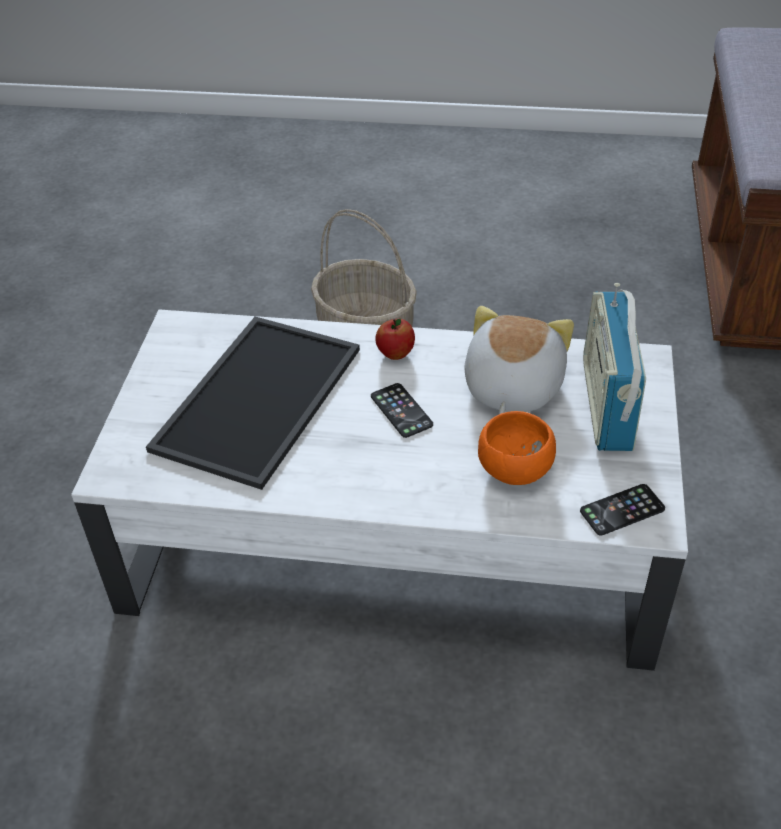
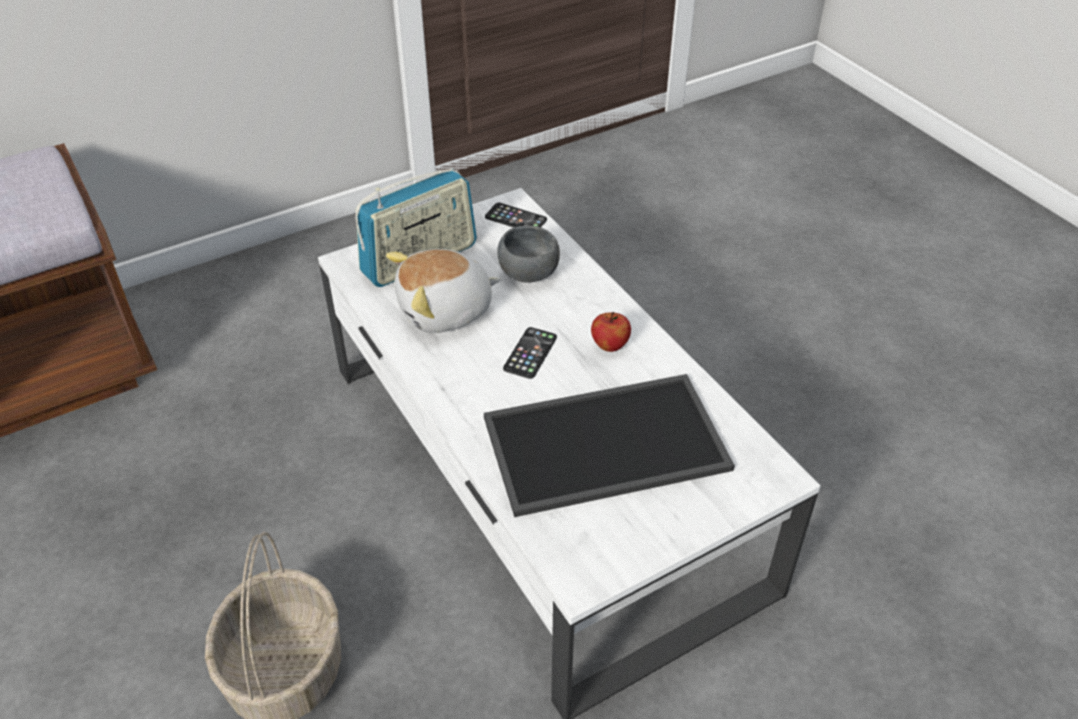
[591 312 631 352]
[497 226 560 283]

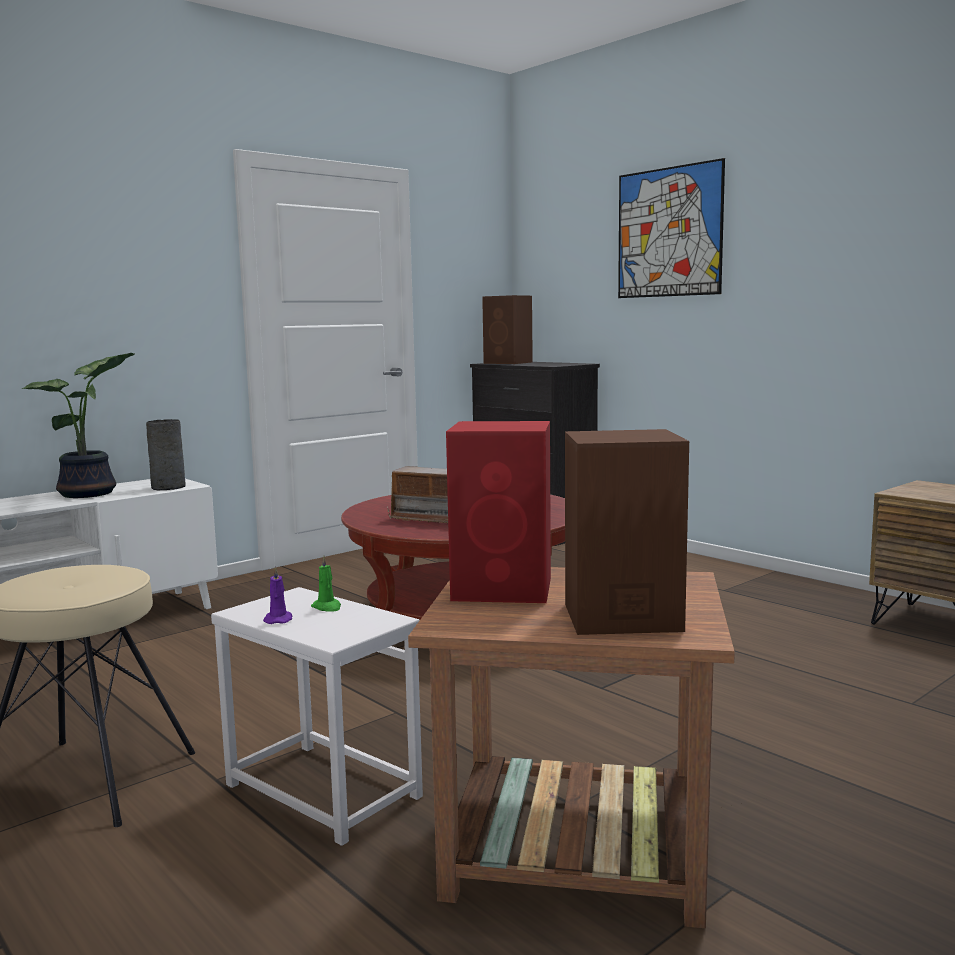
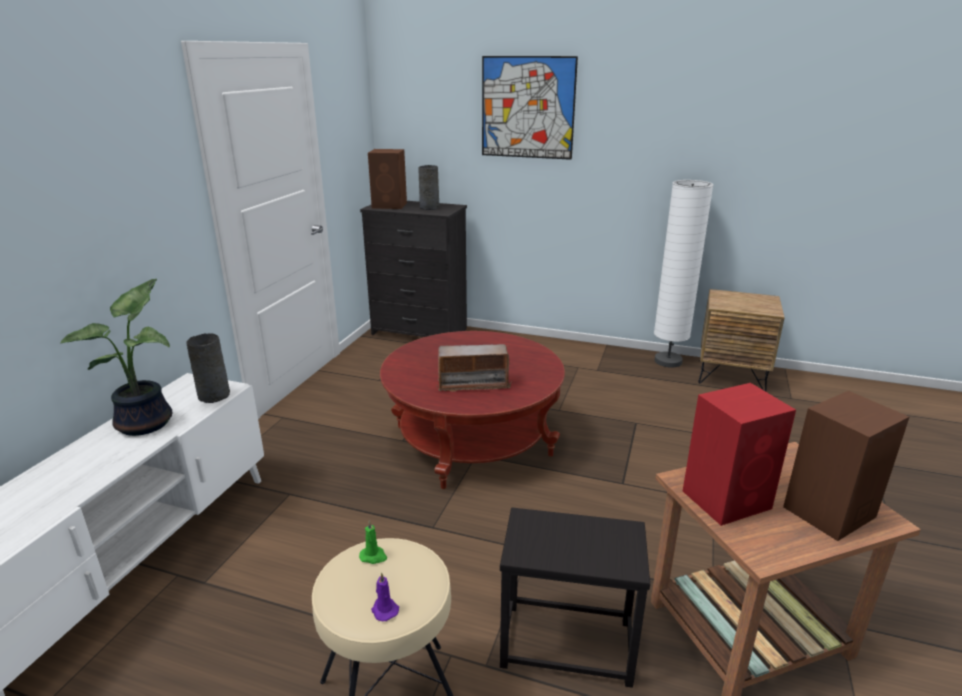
[359 520 387 564]
[371 572 399 621]
[500 507 650 688]
[418 165 440 210]
[654 180 713 368]

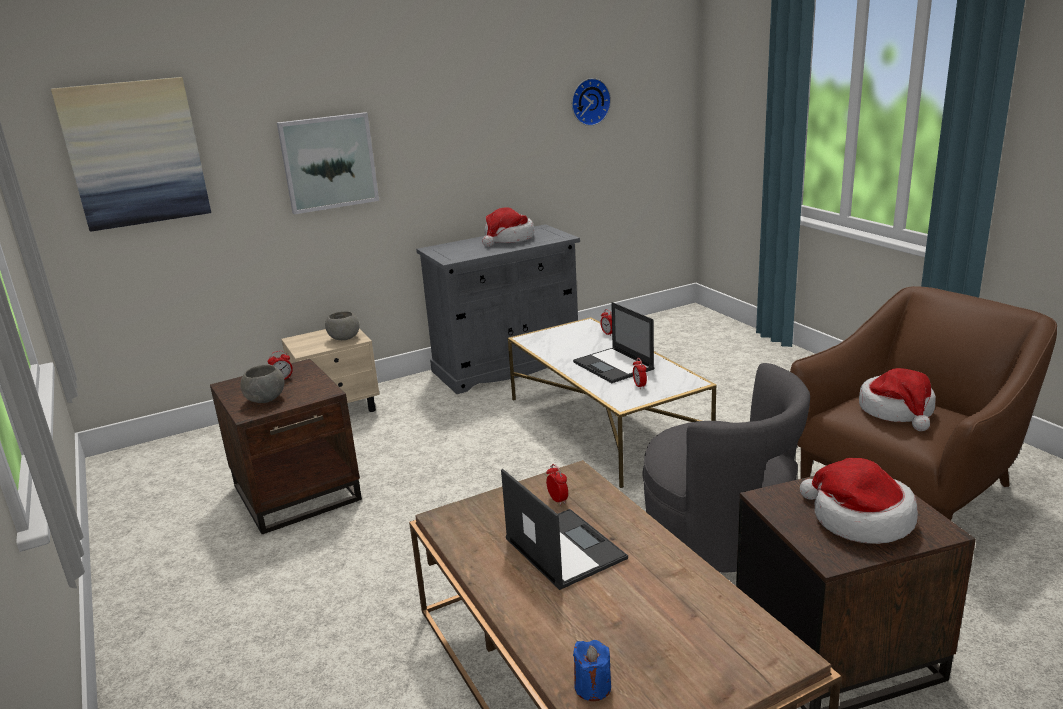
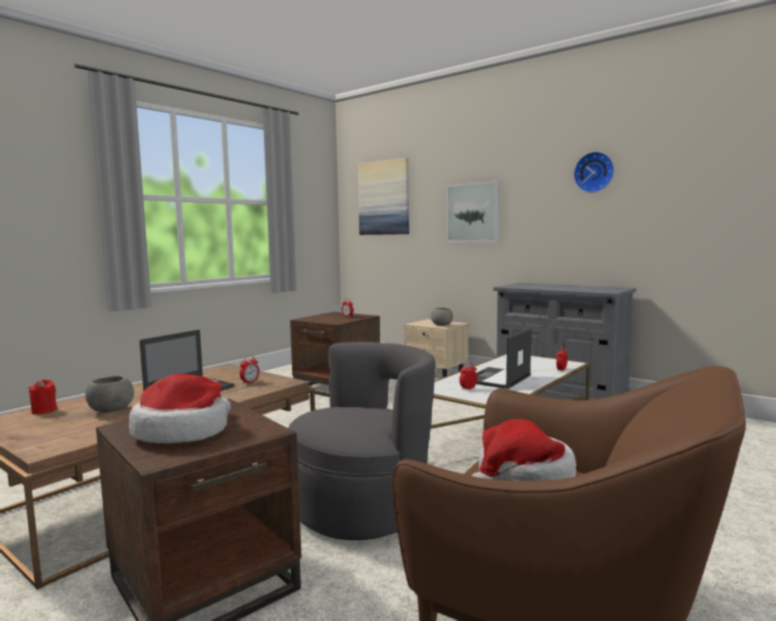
[574 152 614 193]
[482 207 534 247] (first image)
[289 342 435 540]
[85 376 134 413]
[28 379 57 415]

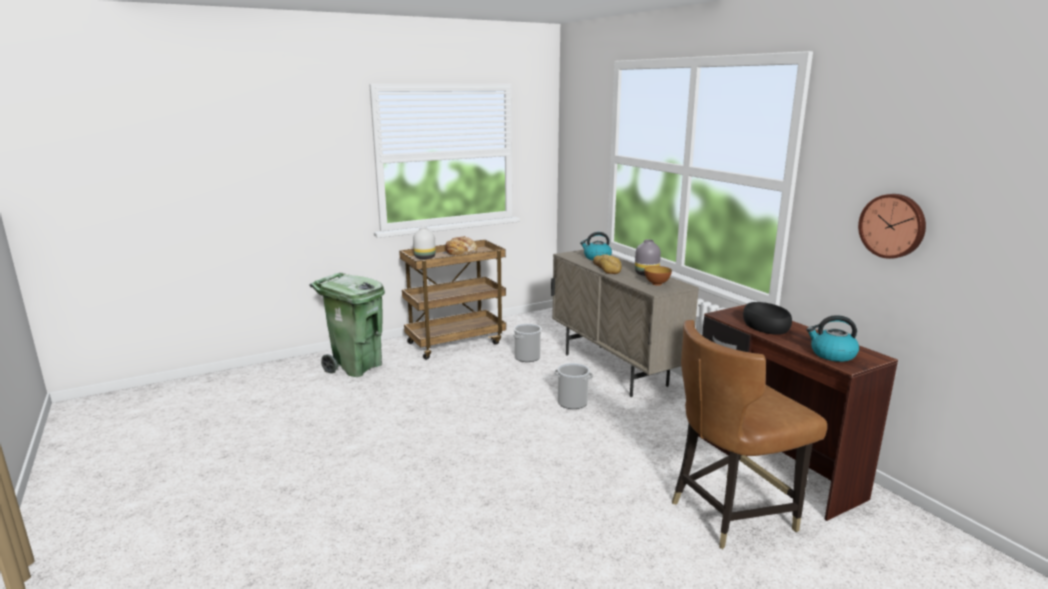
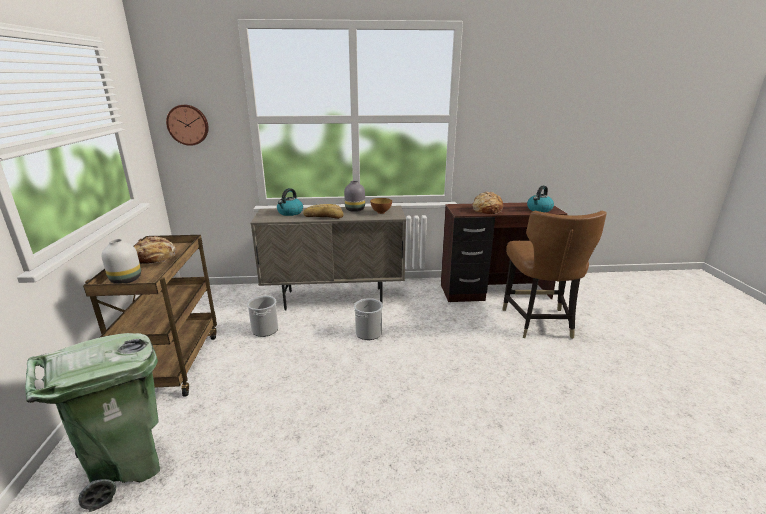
[166 105 209 146]
[473 191 503 214]

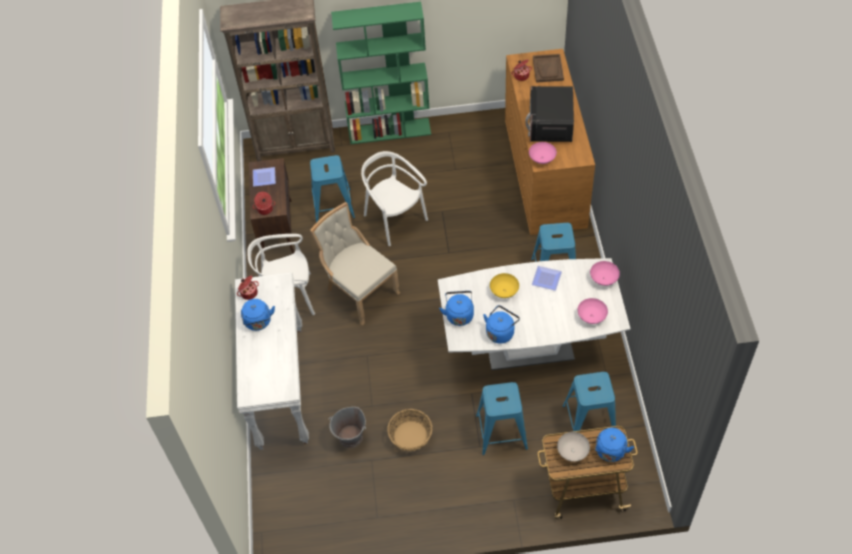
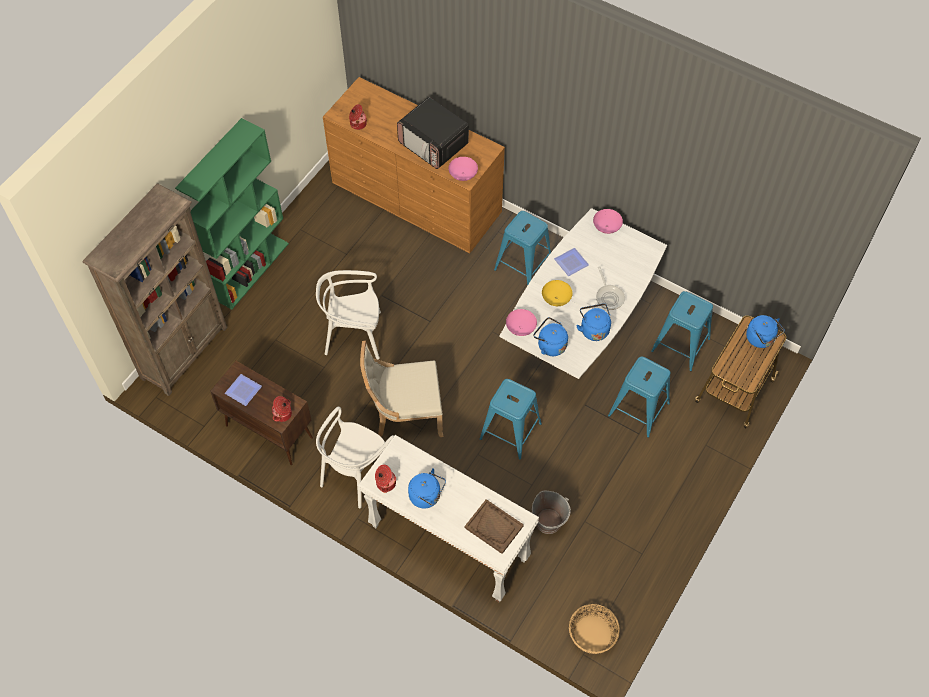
[465 499 524 554]
[480 379 542 460]
[506 309 537 336]
[569 604 620 654]
[557 432 590 462] (first image)
[596 266 625 310]

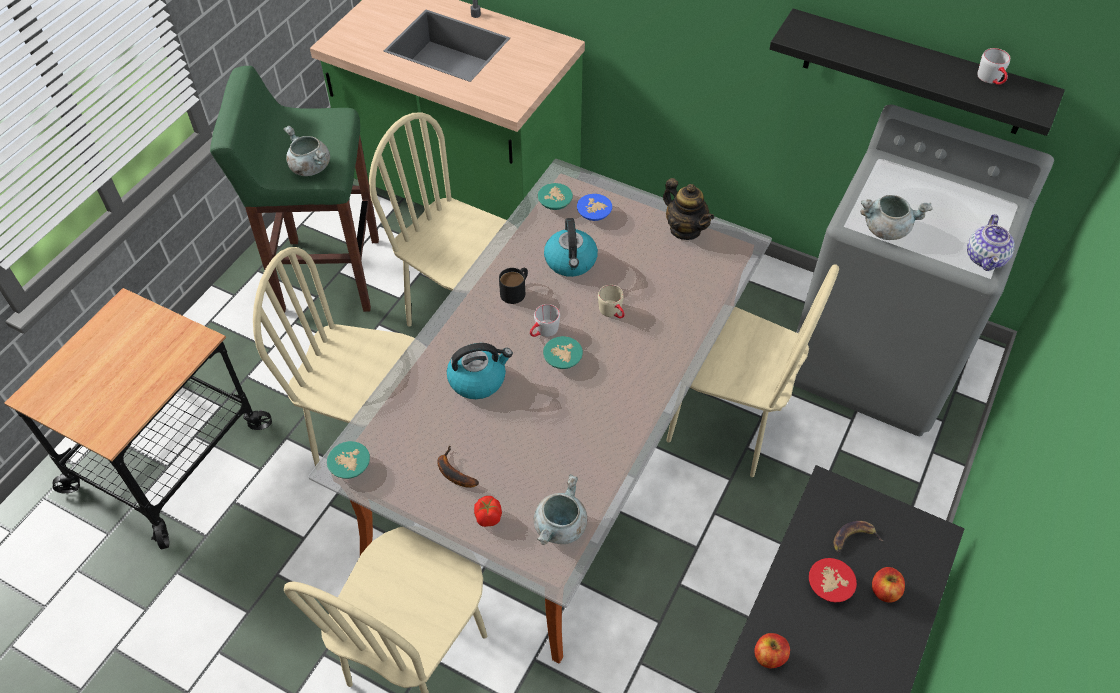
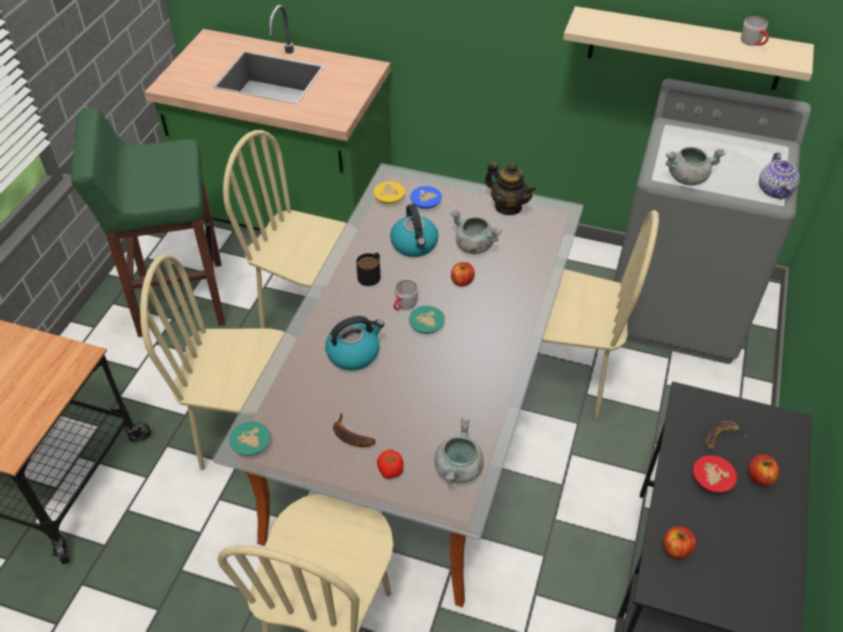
[563 6 814 90]
[450 210 502 254]
[374 181 405 204]
[451 262 475 287]

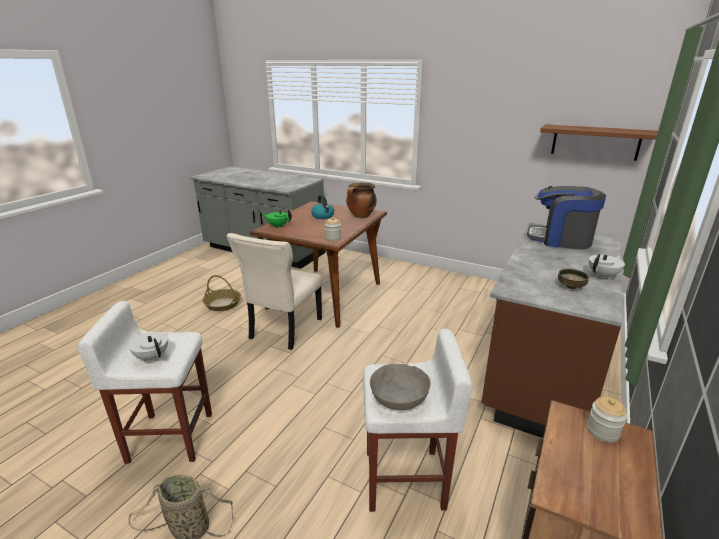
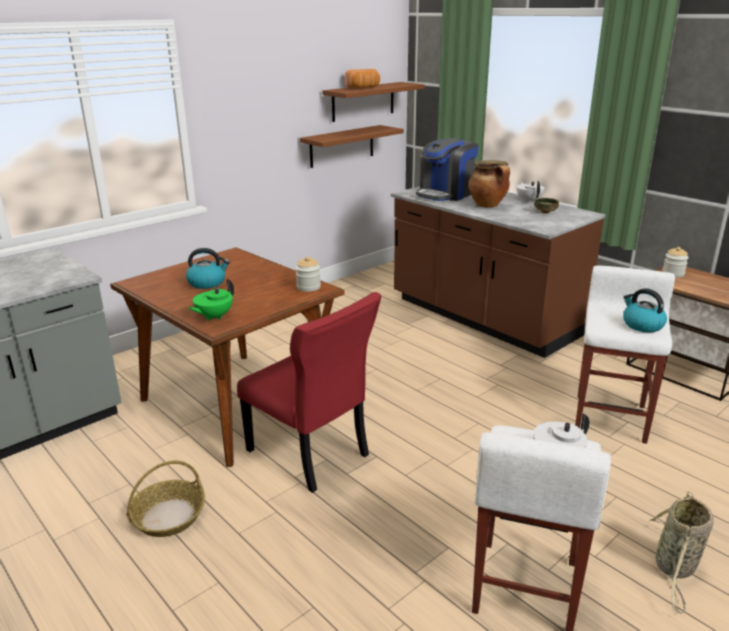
[469 160 510 208]
[237 292 381 493]
[623 288 667 332]
[345 69 380 88]
[300 125 403 168]

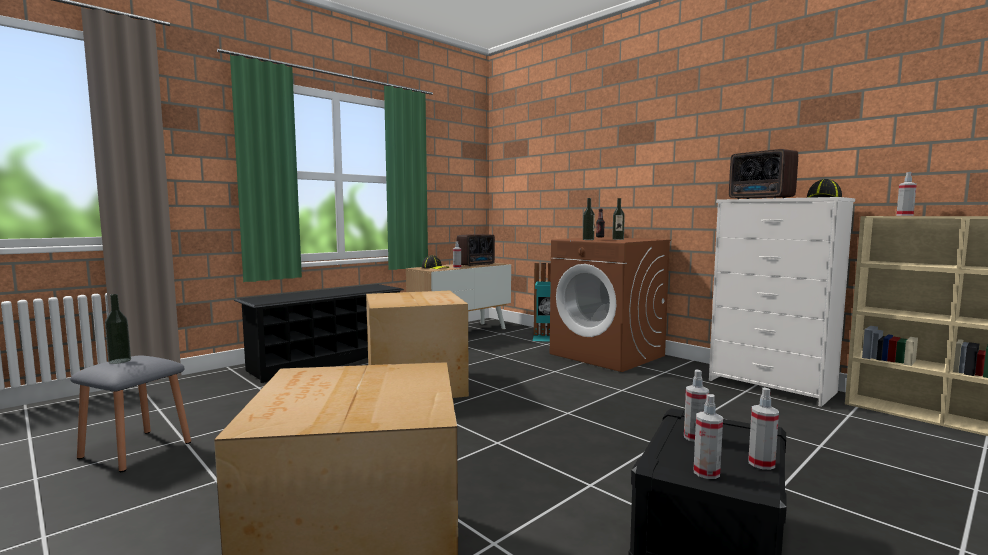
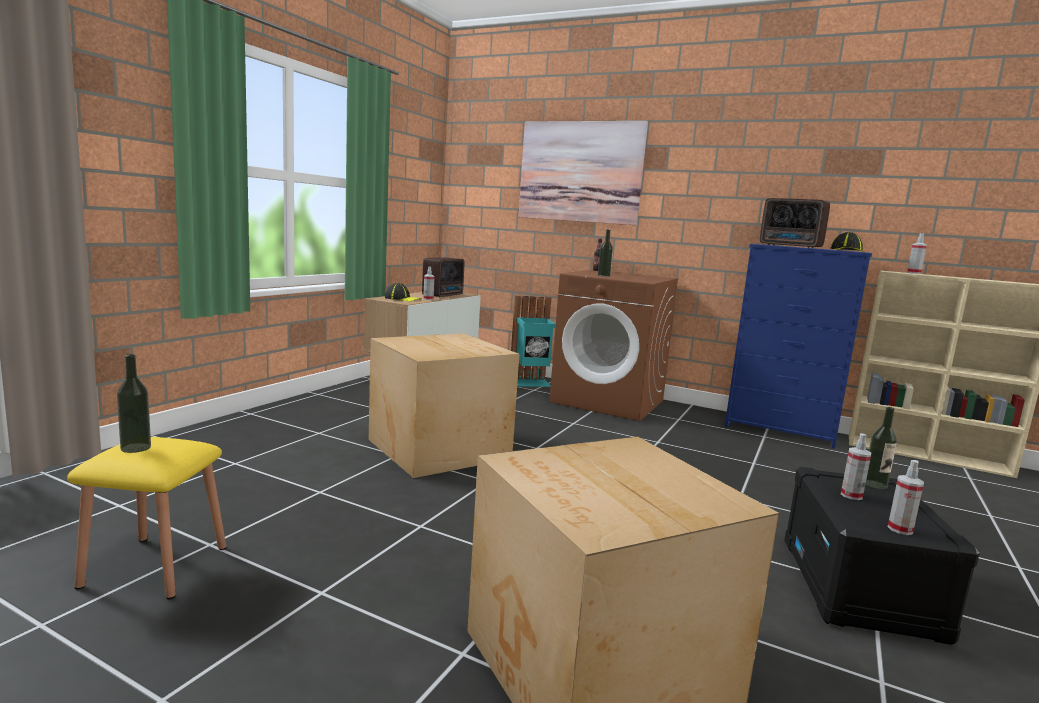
[725 244 872 449]
[865 407 897 489]
[234 284 404 383] (first image)
[67 437 226 599]
[748 388 779 470] (first image)
[519 121 648 225]

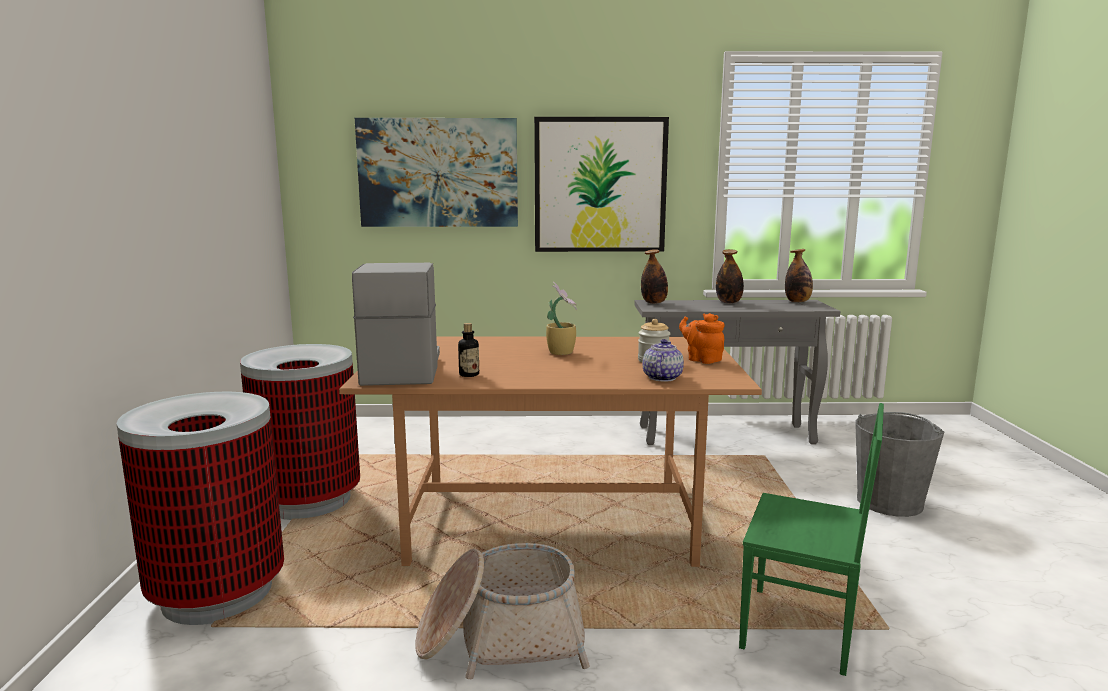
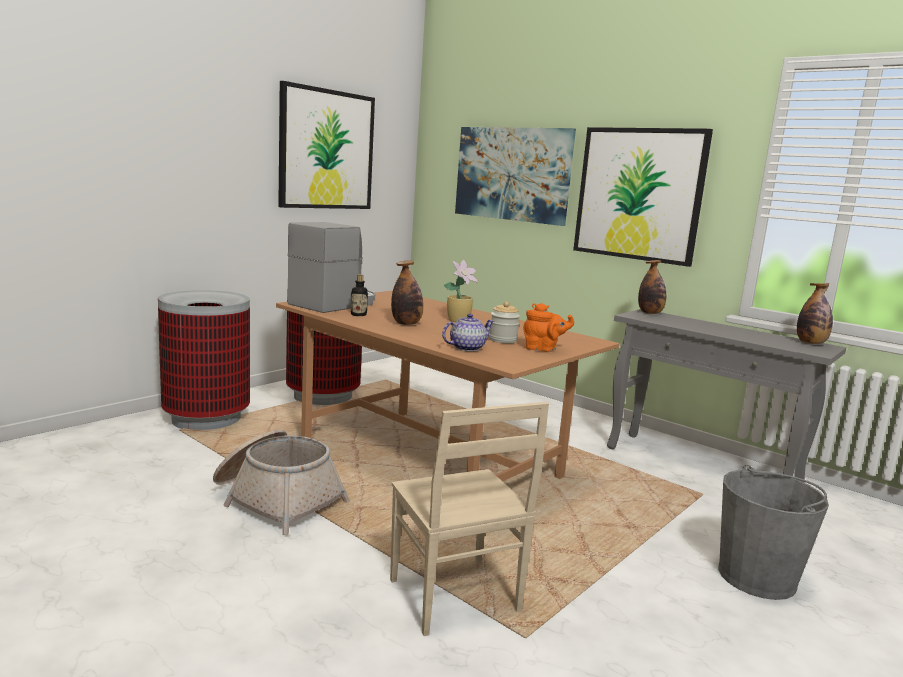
[391 260 423 325]
[523 303 574 352]
[390 402 549 636]
[278 81 375 209]

